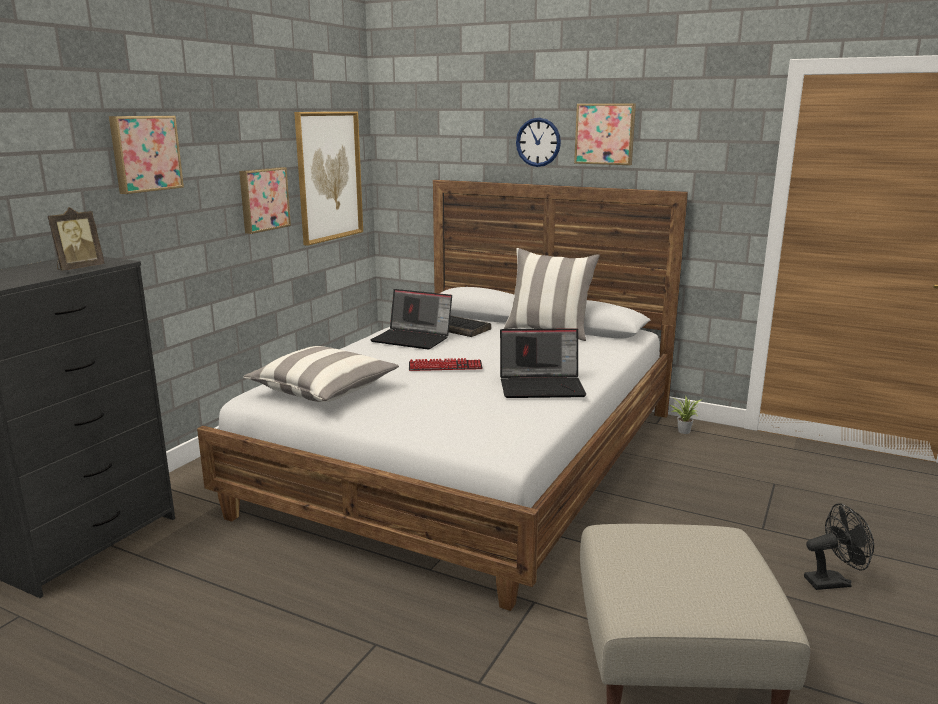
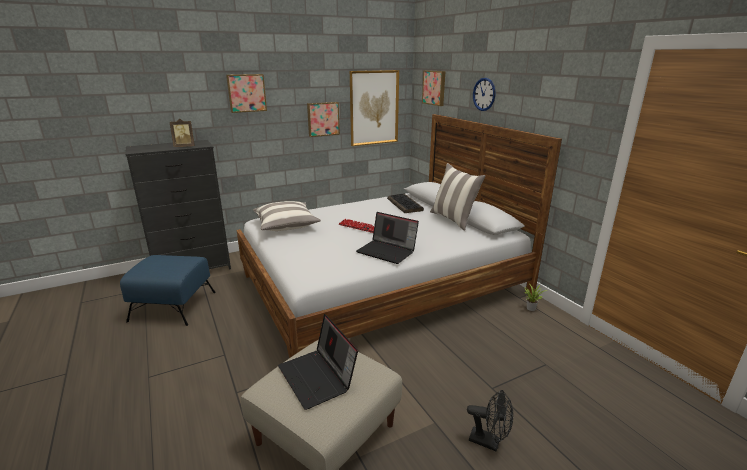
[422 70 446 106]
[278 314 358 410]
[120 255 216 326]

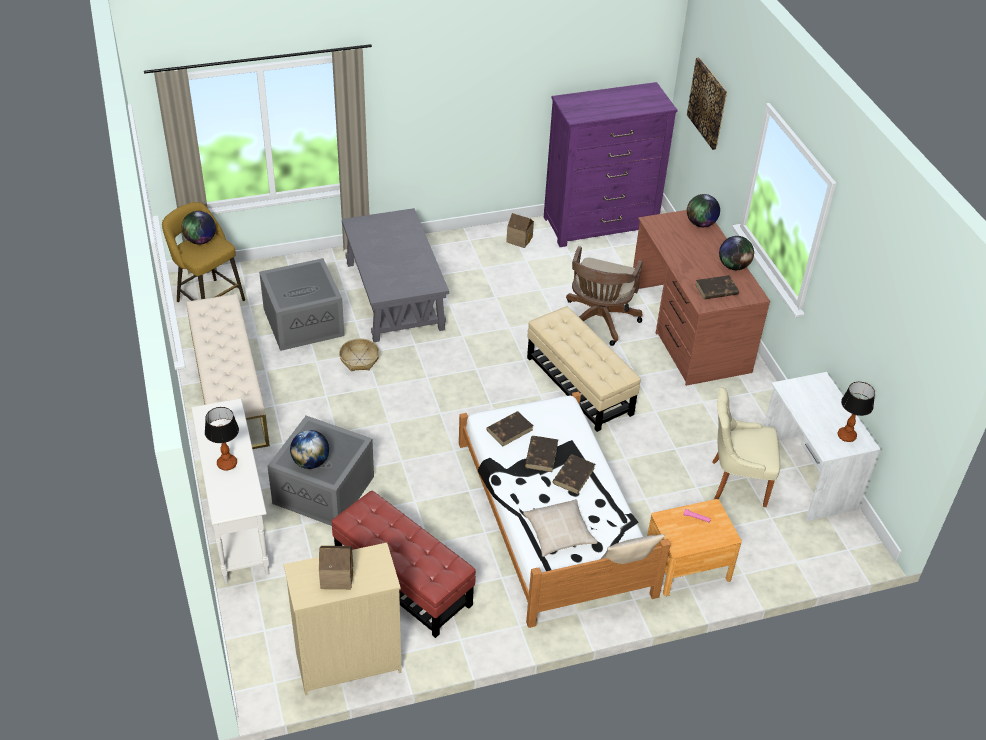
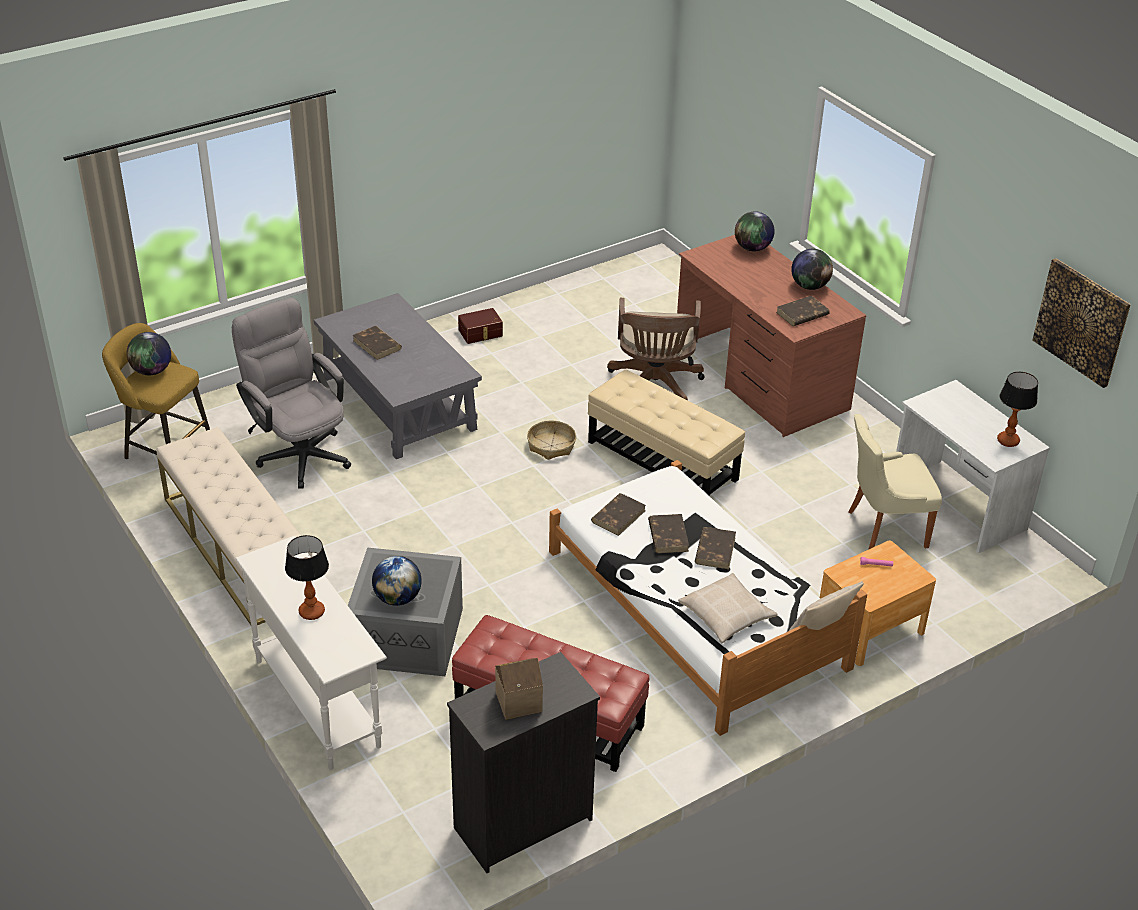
[1033 258 1131 388]
[544 82 678 247] (first image)
[506 213 534 248] (first image)
[232 298 351 489]
[527 420 576 460]
[447 652 600 873]
[458 308 503 344]
[353 326 402 360]

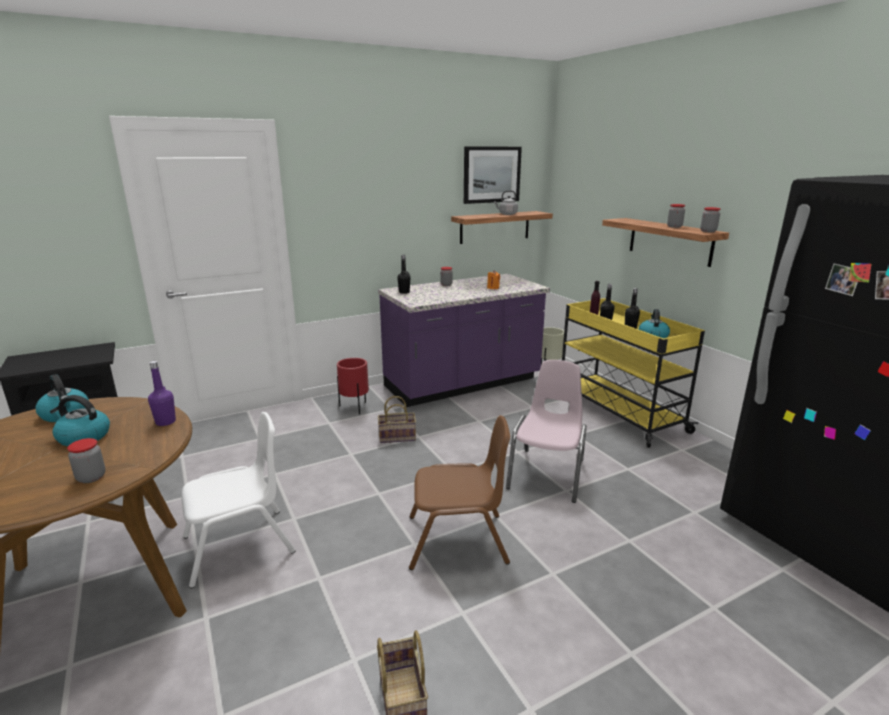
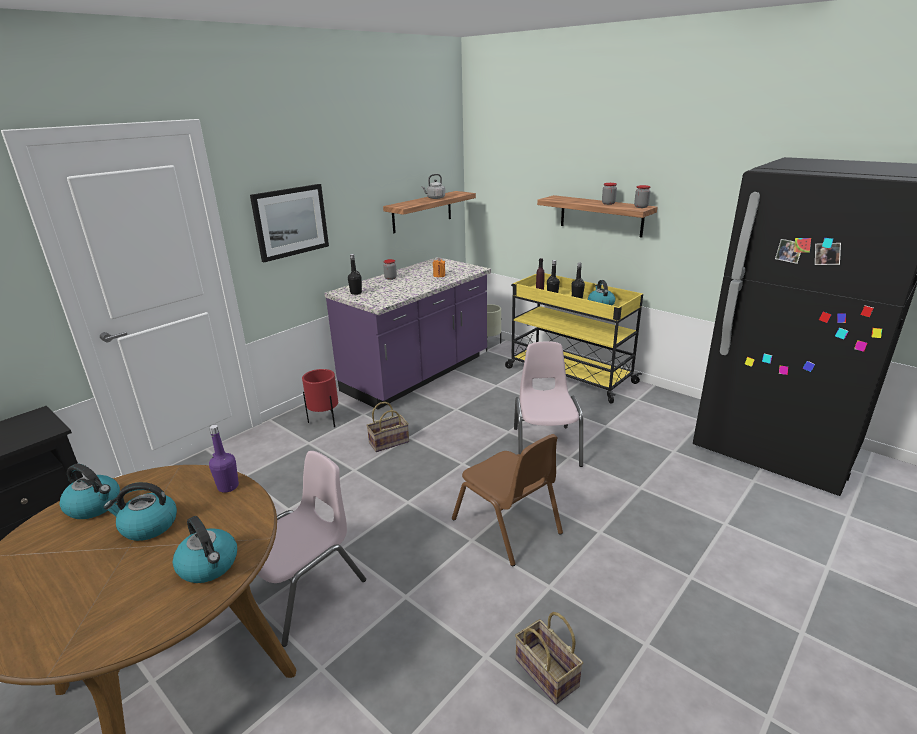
[250 184 329 262]
[257 451 366 647]
[452 434 563 566]
[173 516 237 583]

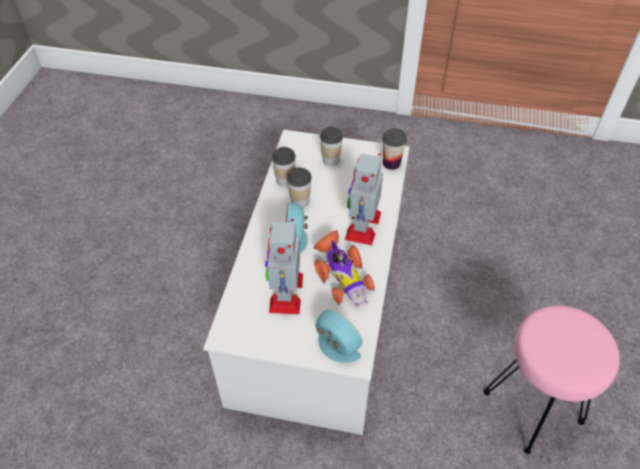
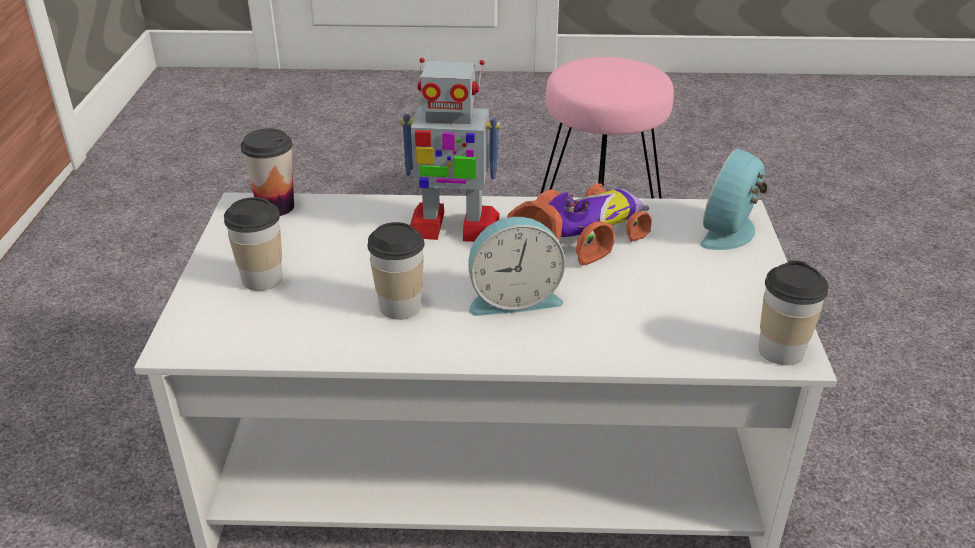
[758 260 829 365]
[265 219 303 315] (first image)

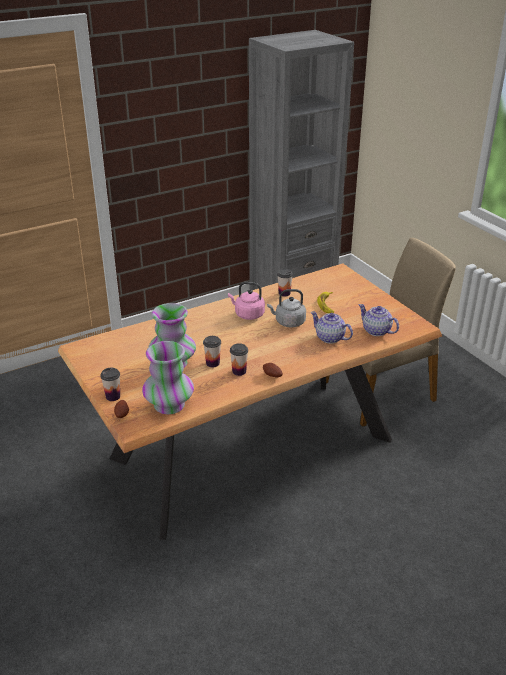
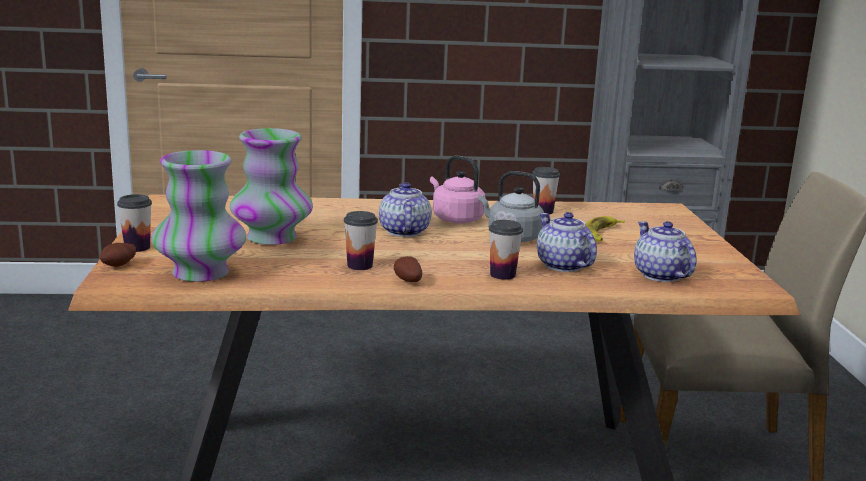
[489 220 523 280]
[379 182 431 237]

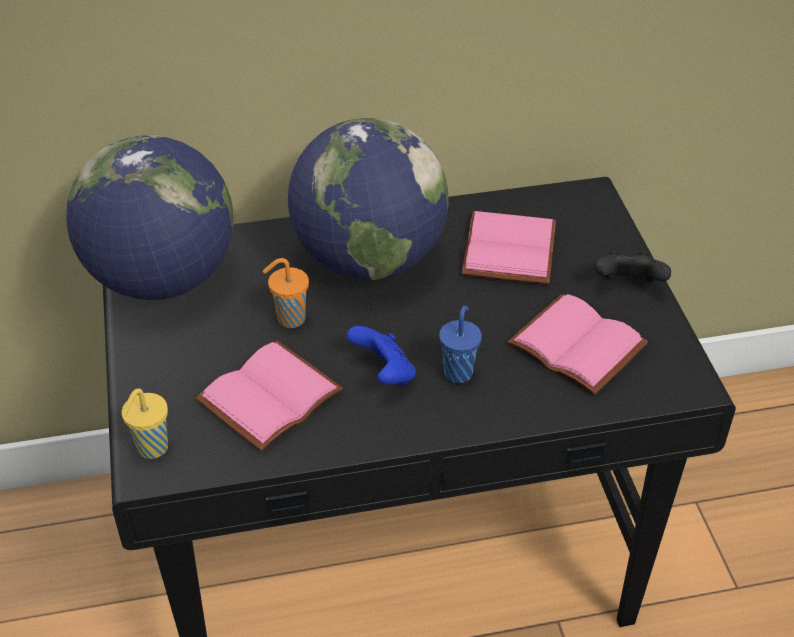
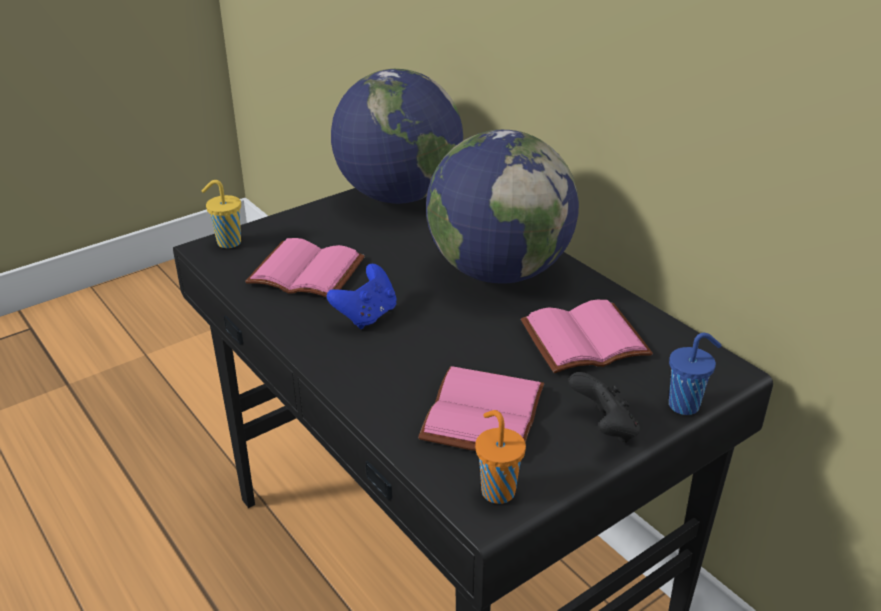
[475 410 526 504]
[669 333 722 415]

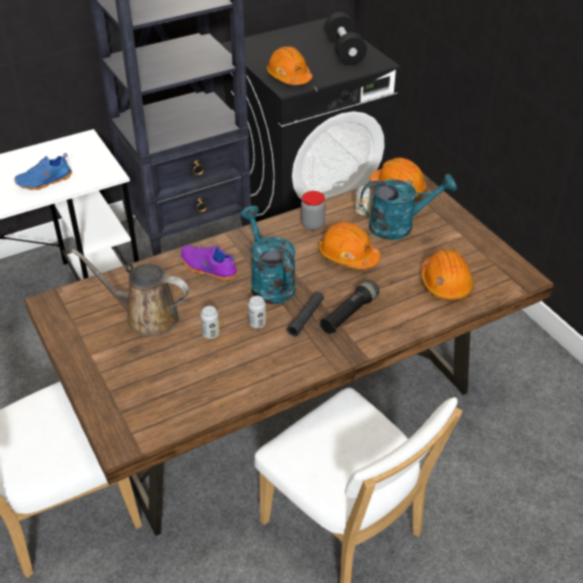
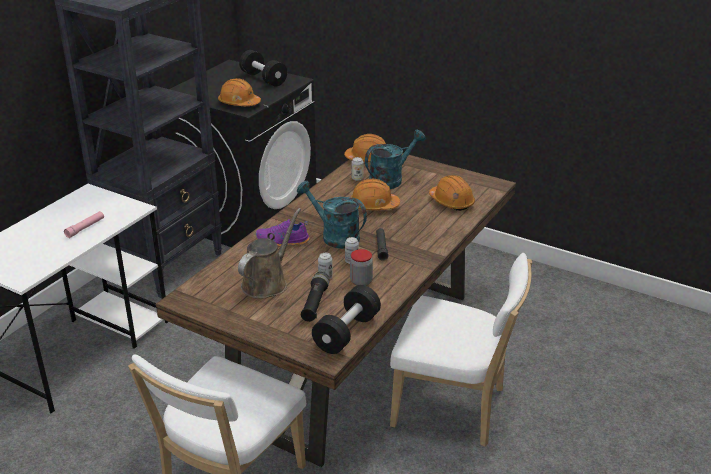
[64 211 104 238]
[350 249 373 286]
[238 208 301 299]
[301 272 330 322]
[312 285 381 354]

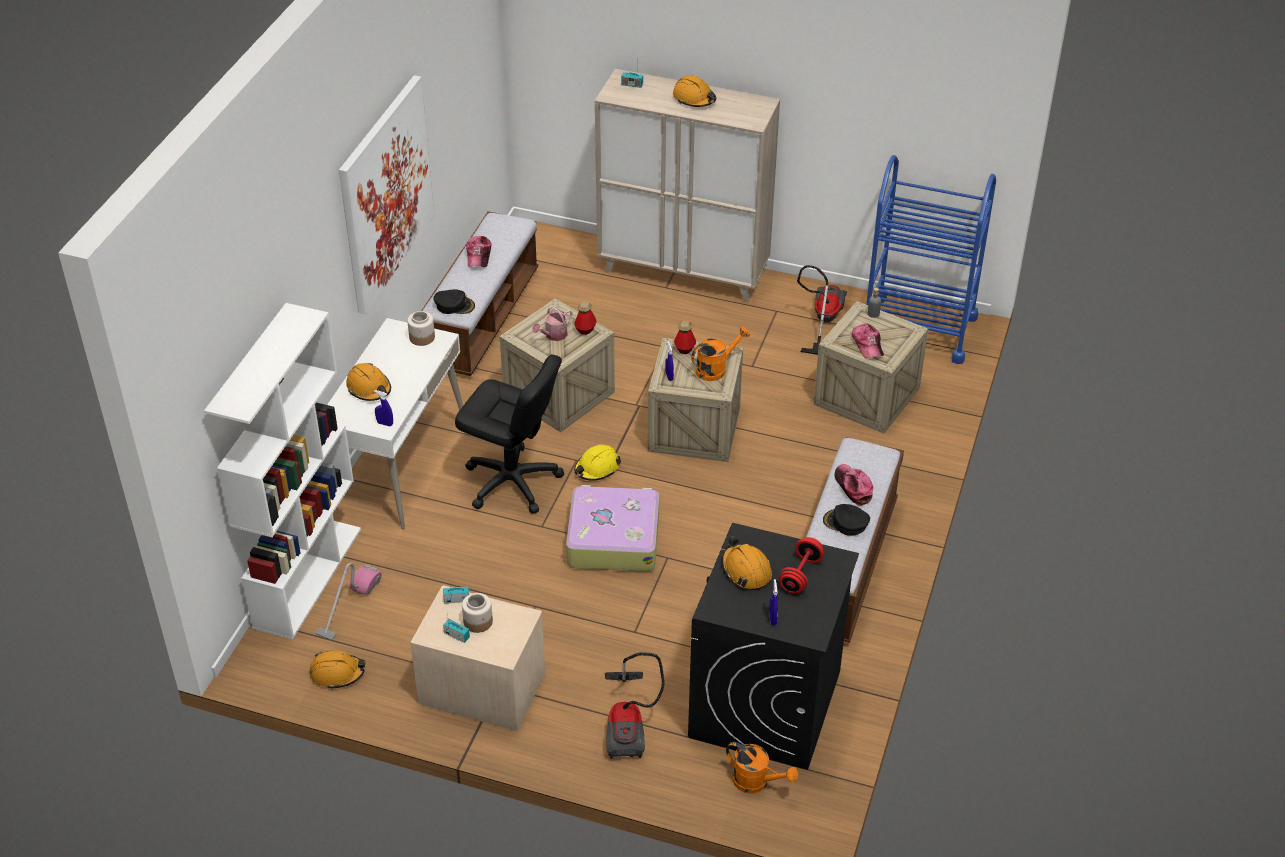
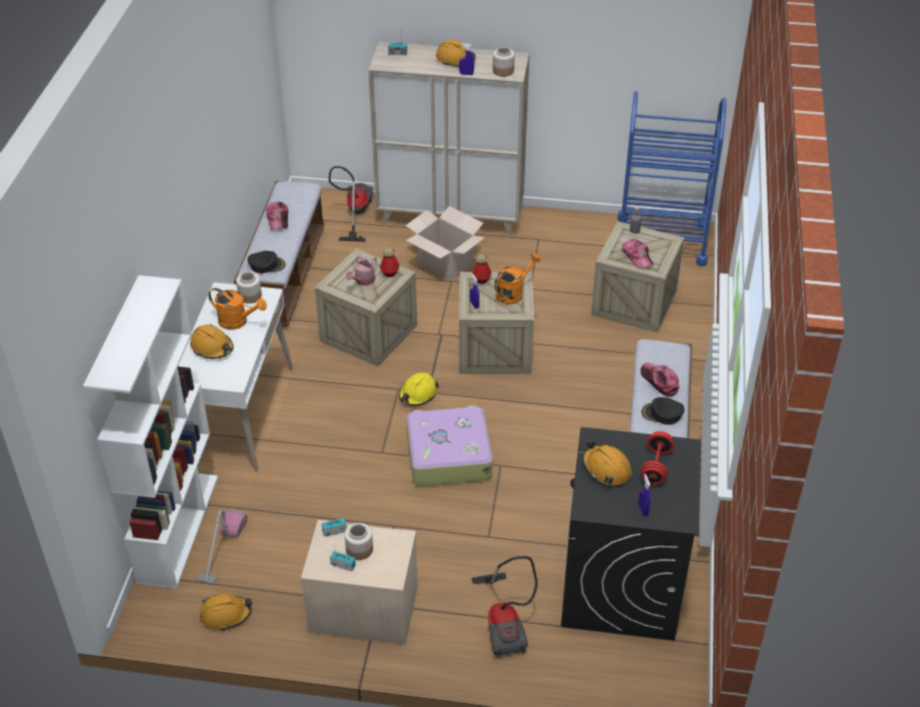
[339 75 434 314] (first image)
[329 166 373 242]
[455 355 564 514] (first image)
[459 43 474 75]
[208 288 267 330]
[493 47 515 77]
[405 206 485 280]

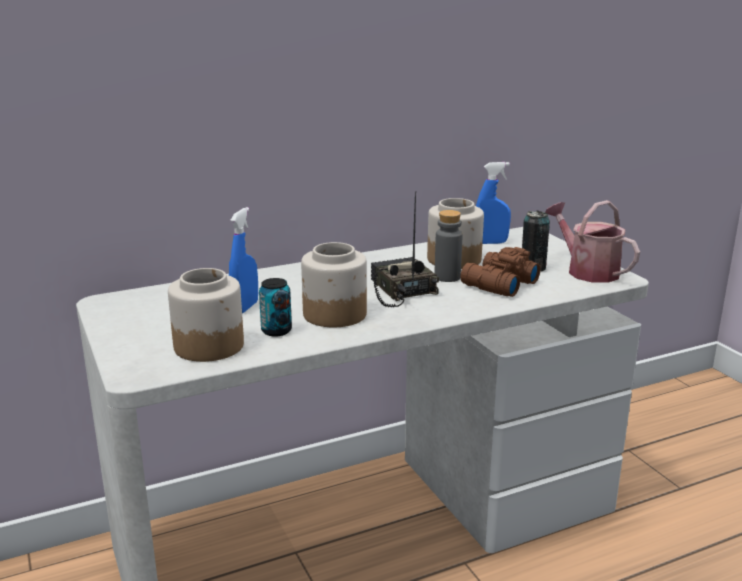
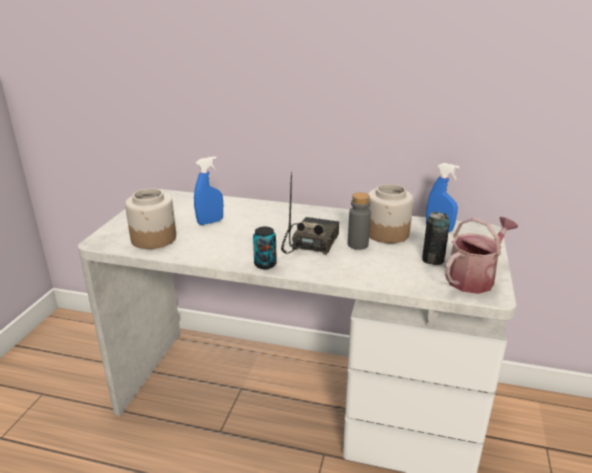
[445 217 518 294]
[301 242 367 327] (first image)
[460 247 540 297] (first image)
[253 227 277 269]

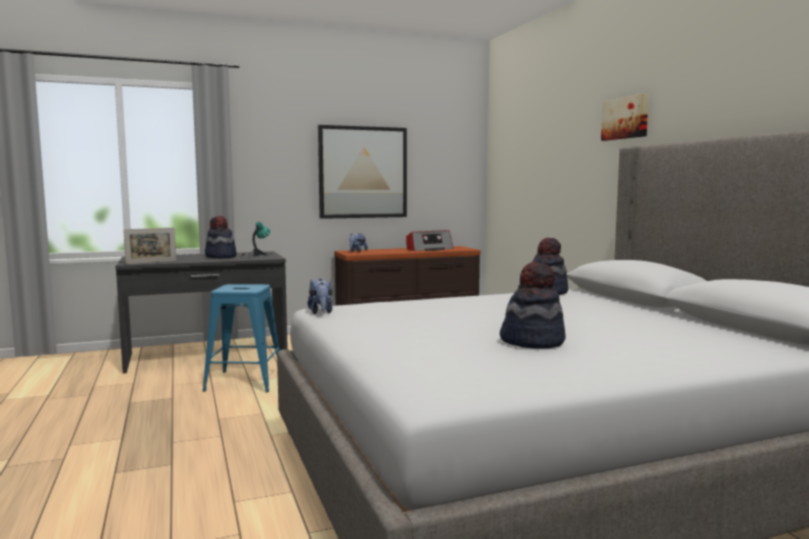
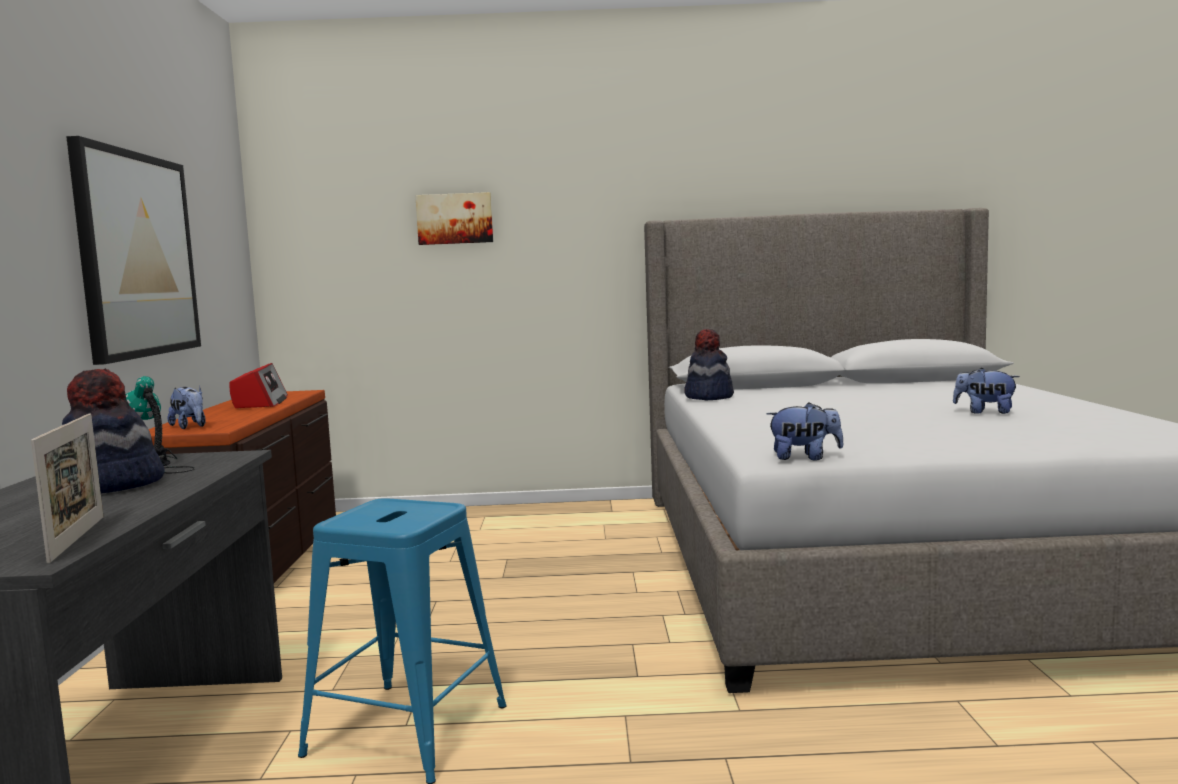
[415 192 493 245]
[953 368 1020 414]

